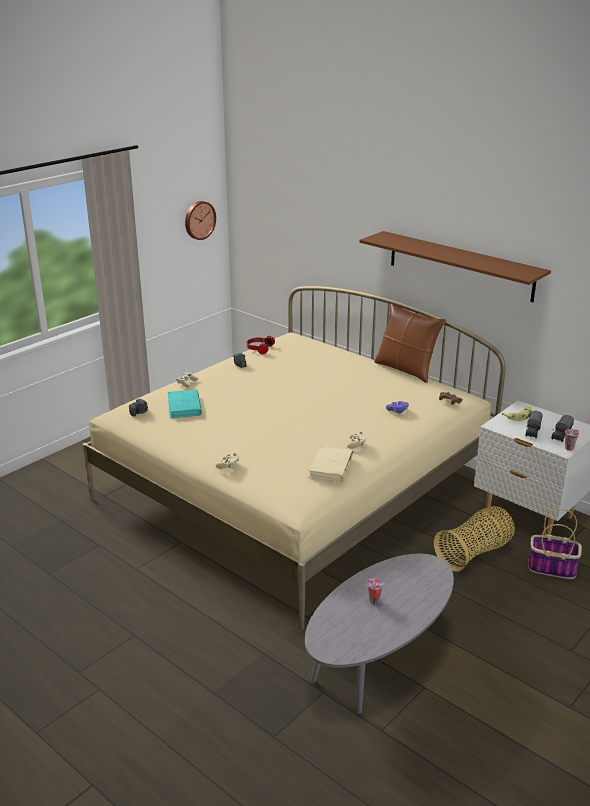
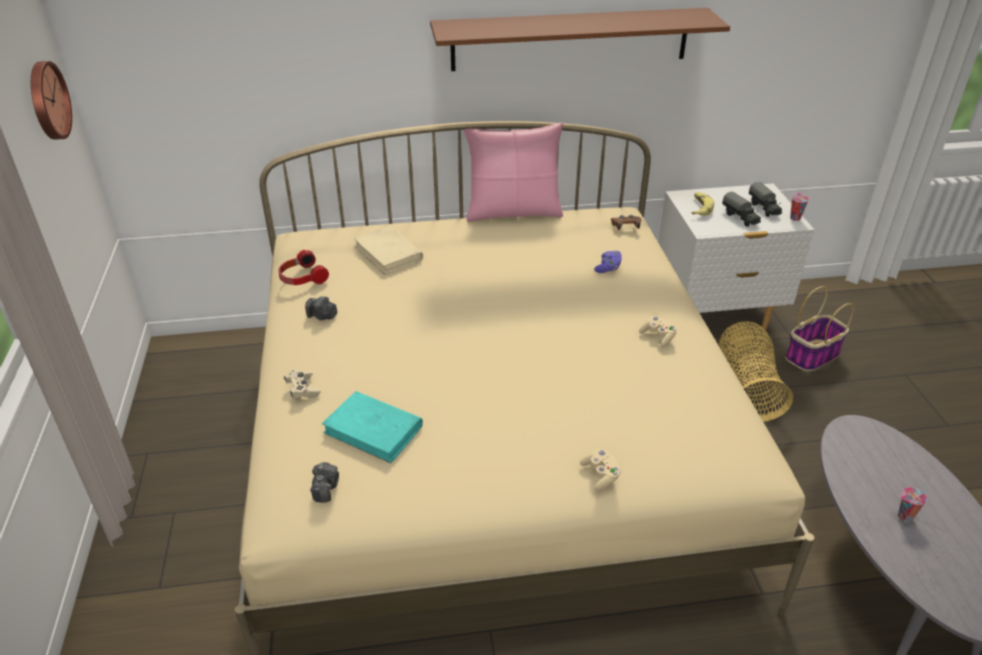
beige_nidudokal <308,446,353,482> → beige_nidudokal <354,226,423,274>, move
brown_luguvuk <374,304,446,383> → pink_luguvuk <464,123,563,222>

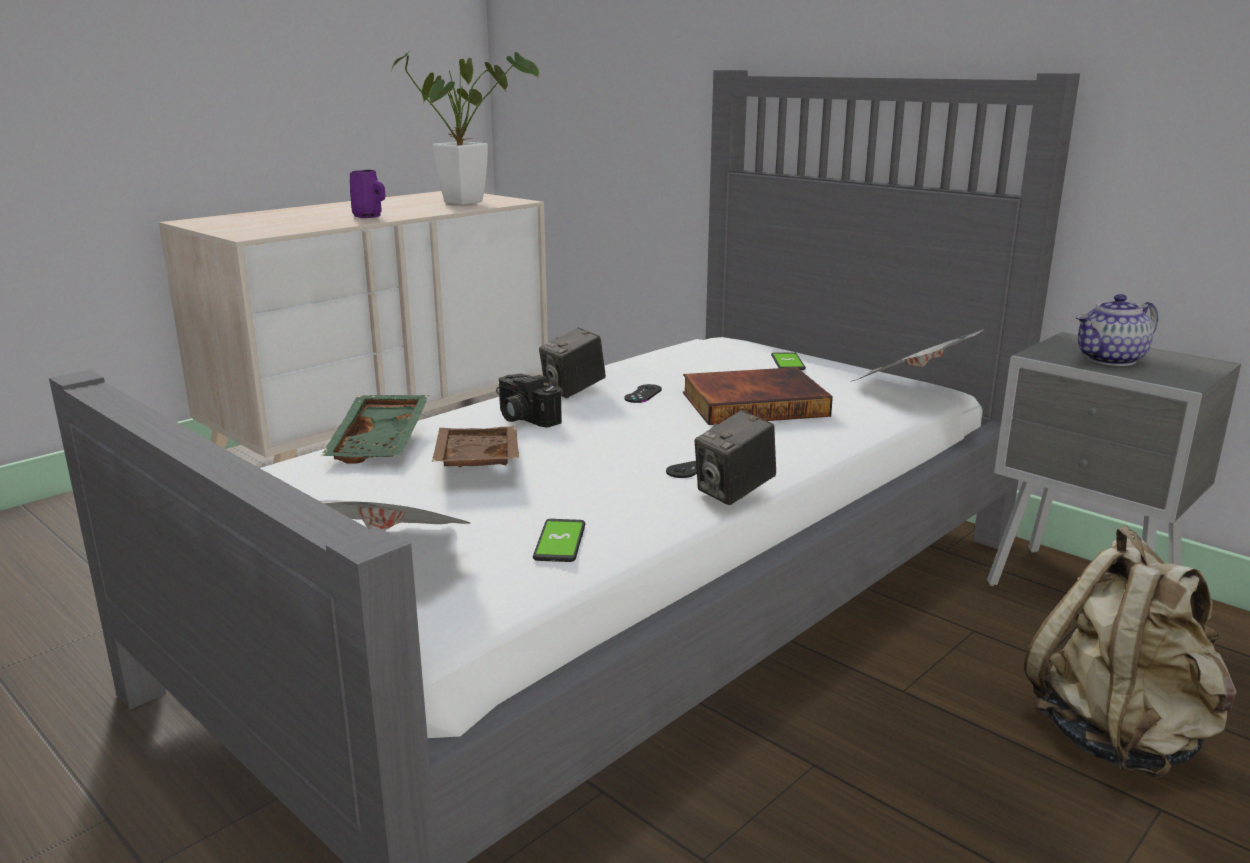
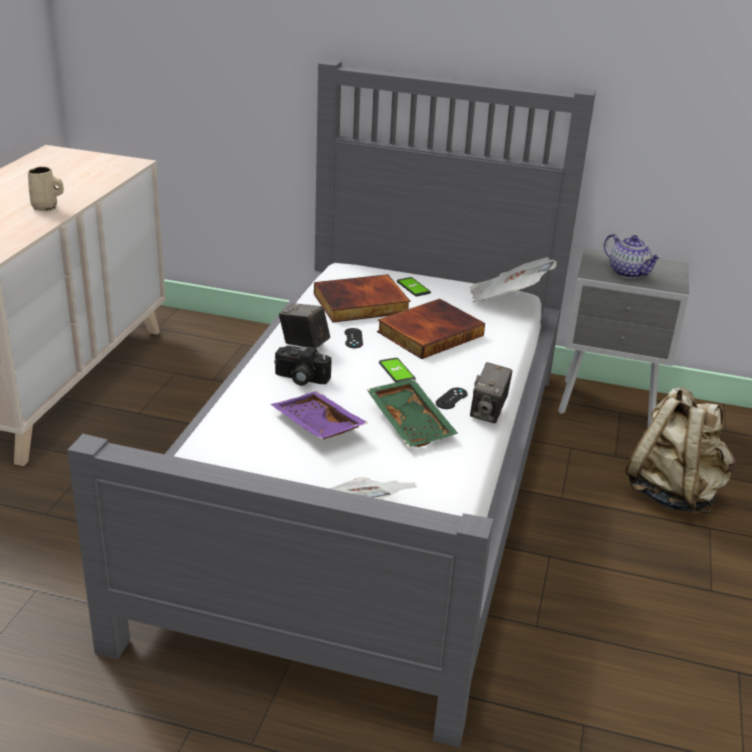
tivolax <390,49,539,205> → -
- → nidudokal <314,274,410,322>
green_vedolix <321,395,429,464> → green_vedolix <366,378,458,447>, move
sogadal <533,519,585,562> → sogadal <379,358,416,383>, move
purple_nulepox <350,170,385,218> → beige_nulepox <28,166,64,211>
brown_vedolix <432,427,519,467> → purple_vedolix <271,391,368,439>
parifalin <539,327,606,398> → parifalin <279,303,330,348>, 105 degrees clockwise
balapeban <1076,294,1158,366> → balapeban <604,234,662,278>, 75 degrees counterclockwise

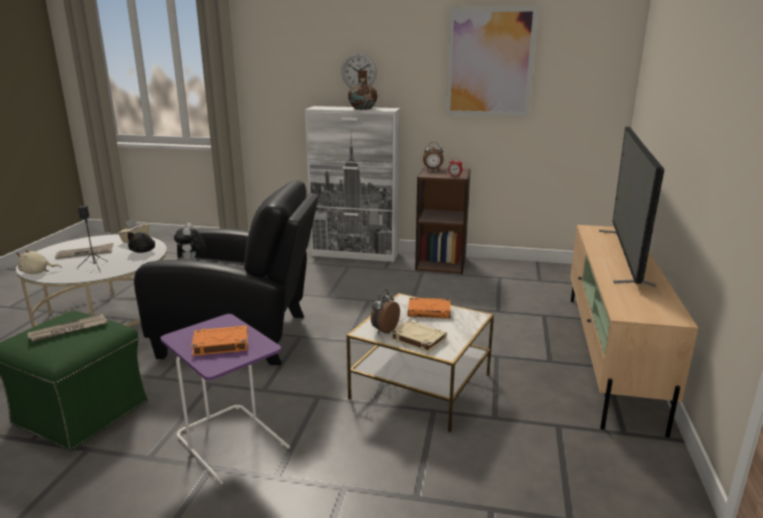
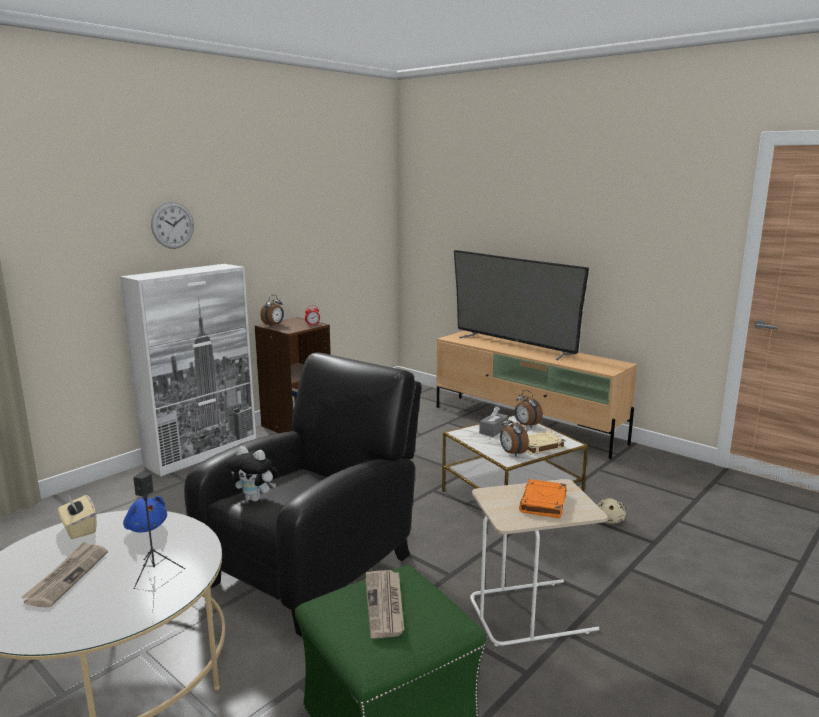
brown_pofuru <348,70,377,110> → -
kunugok <446,6,538,117> → -
- → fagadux <515,390,543,428>
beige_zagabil <16,248,61,274> → beige_zagabil <597,498,626,524>, move
orange_nidudokal <408,297,451,319> → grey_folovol <479,406,508,437>
black_zagabil <128,232,155,253> → blue_zagabil <123,496,167,532>
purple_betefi <160,314,290,485> → beige_betefi <470,479,607,646>

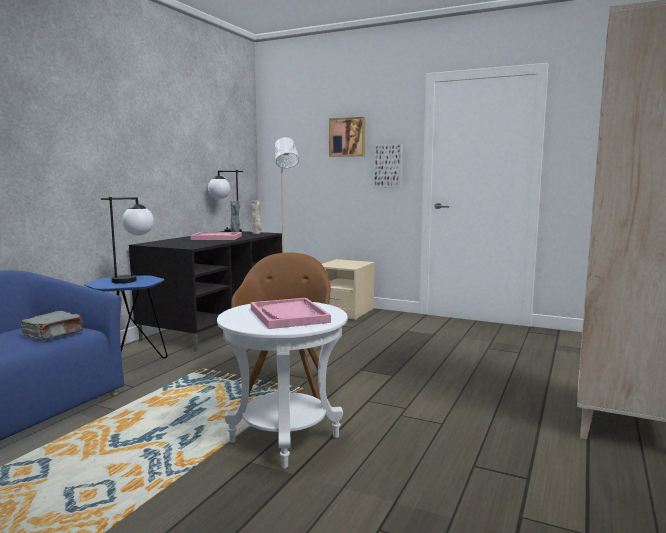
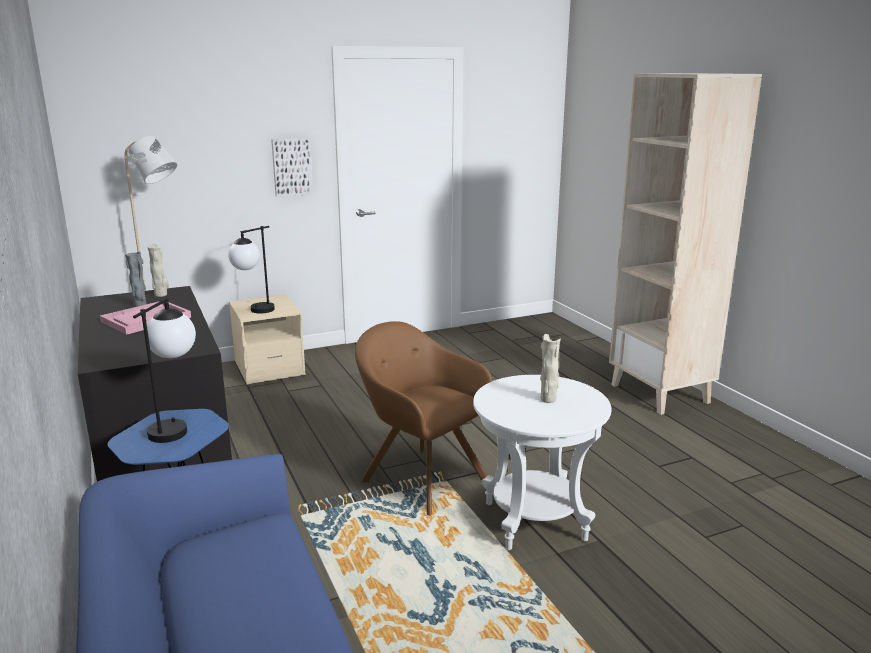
grey_nidudokal <20,311,83,340> → -
kunugok <329,117,365,157> → -
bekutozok <208,170,243,232> → bekutozok <228,226,275,314>, move
pink_vedolix <251,298,331,329> → beige_pofuru <540,334,561,403>

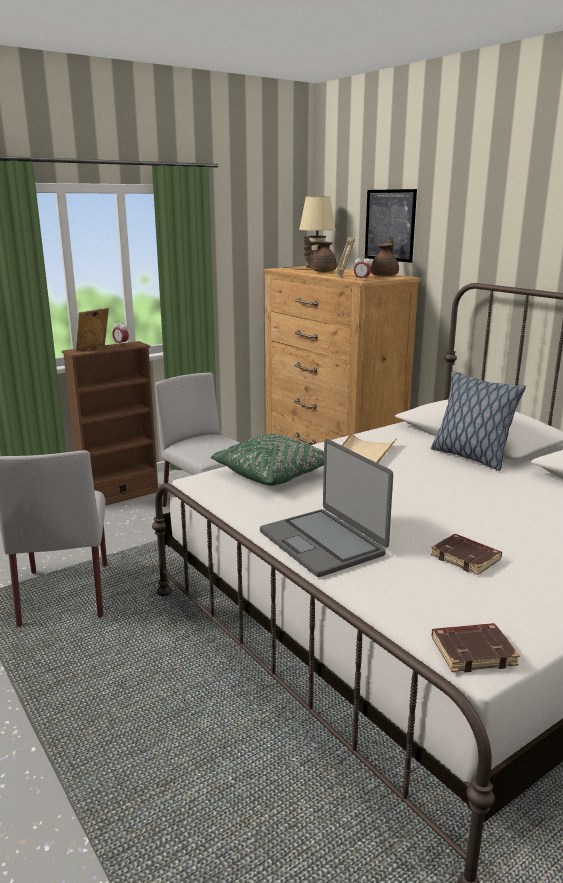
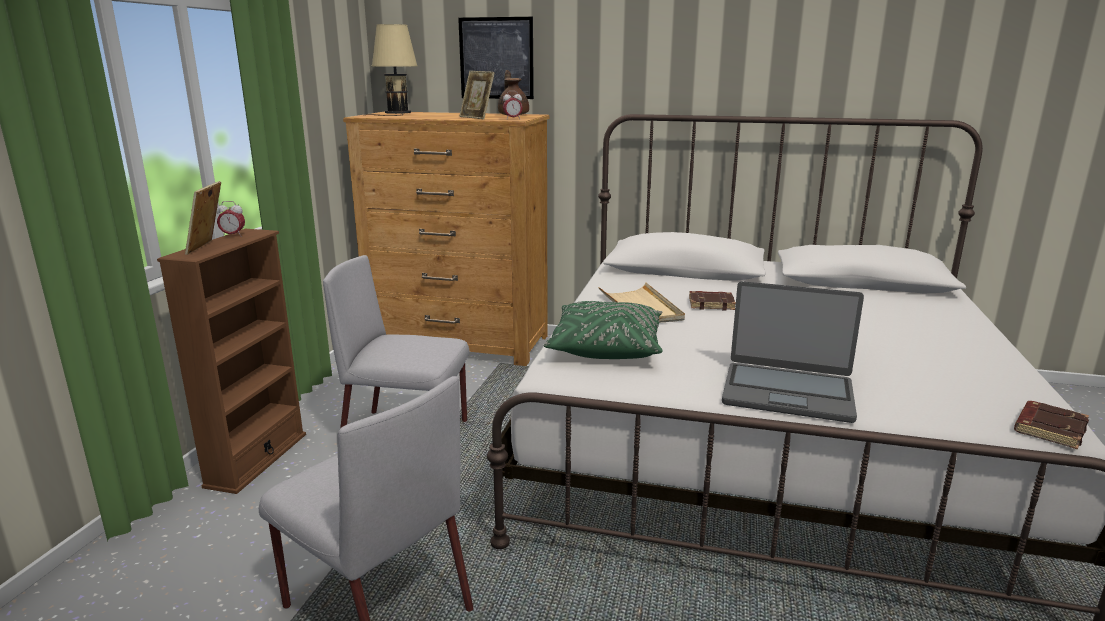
brown_balapeban <304,235,337,272> → -
luguvuk <431,371,526,471> → -
brown_nidudokal <431,534,502,575> → brown_nidudokal <689,291,736,310>, move

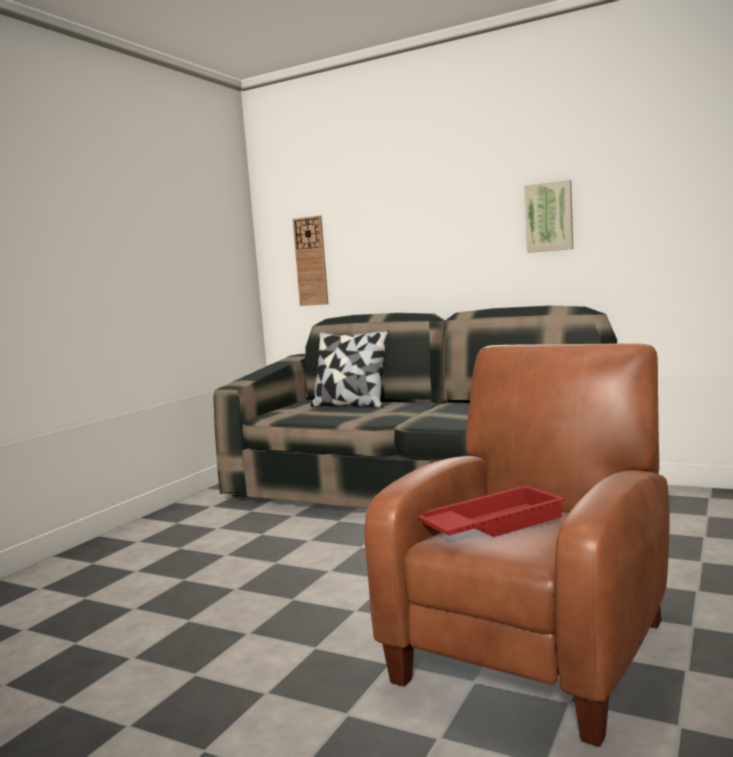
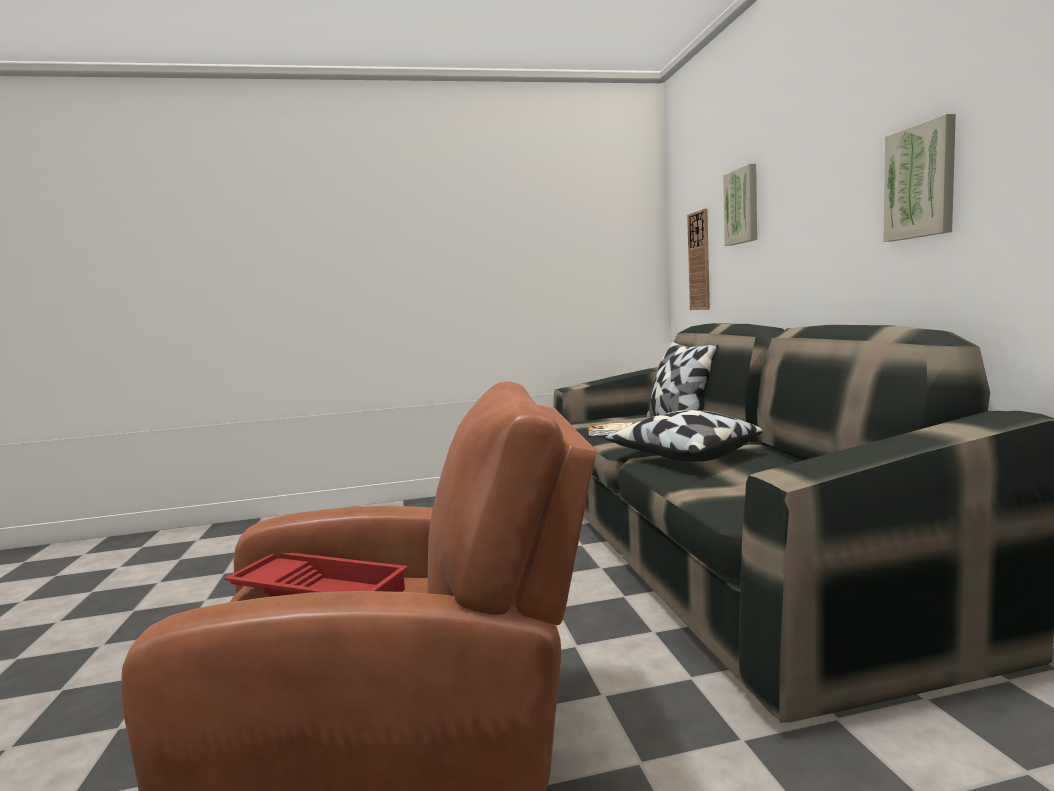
- → nidudokal <588,423,632,436>
- → luguvuk <605,410,763,462>
- → kunugok <723,164,757,246>

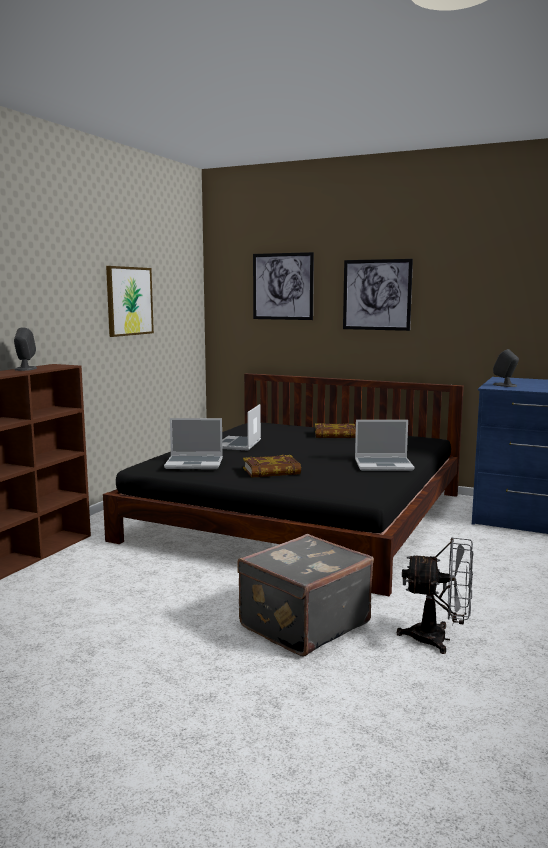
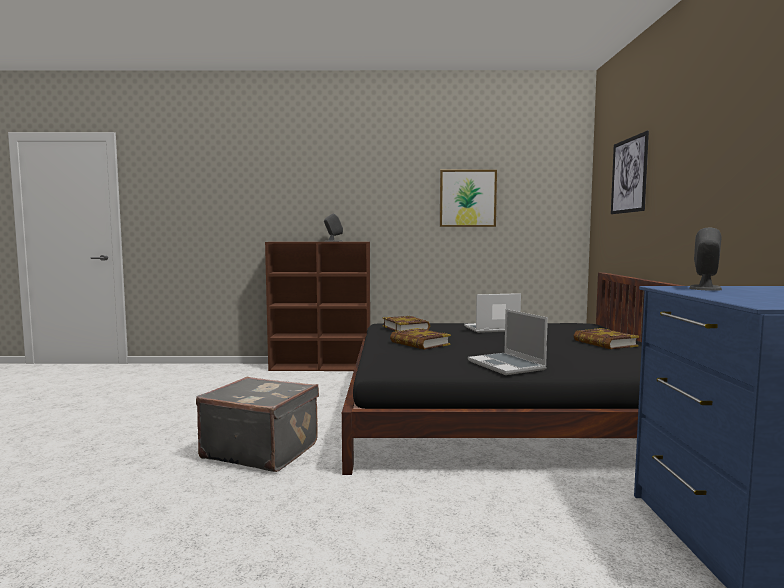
kunugok <343,259,413,331> → -
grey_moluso <397,537,473,654> → -
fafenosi <164,418,223,469> → nidudokal <382,316,430,331>

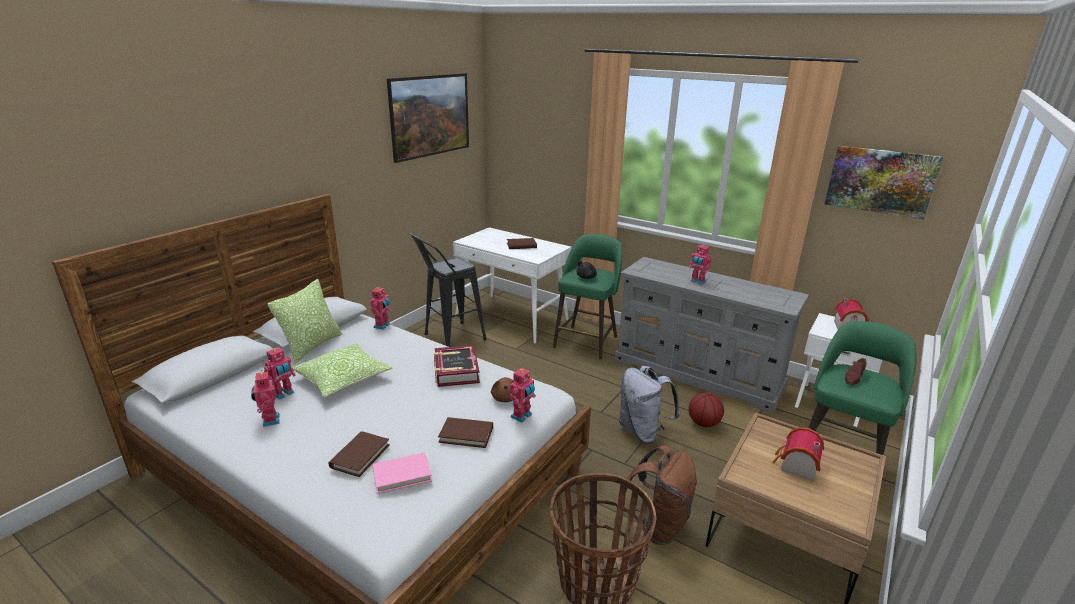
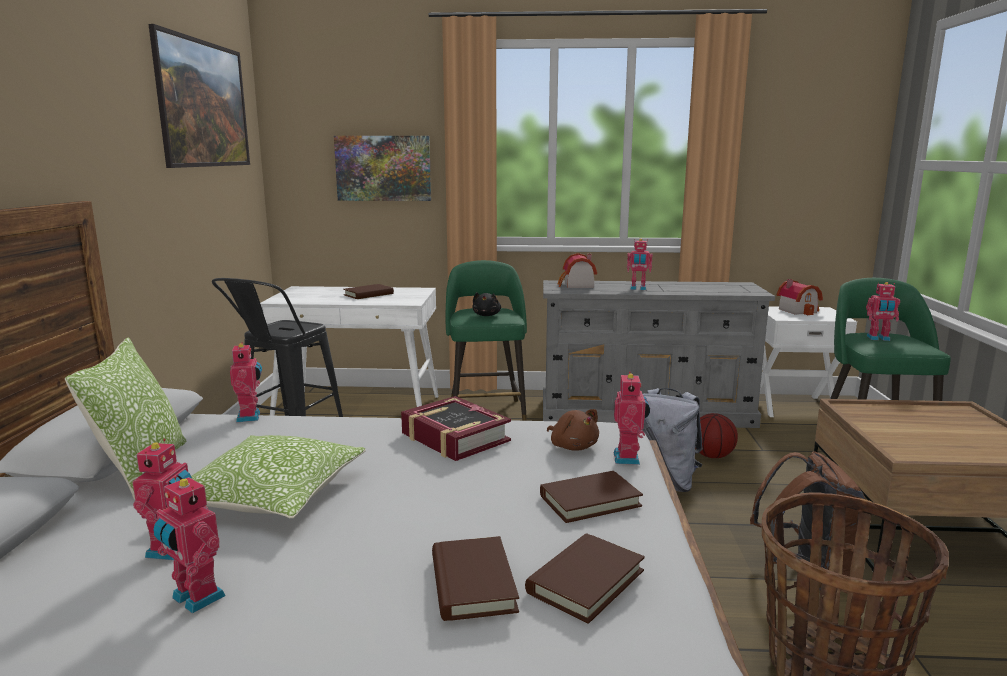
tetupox <772,427,824,481> → tetupox <558,253,597,288>, move
kunugok <825,145,943,219> → kunugok <334,136,431,201>, move
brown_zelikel <845,358,867,385> → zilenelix <866,282,900,341>
pink_nidudokal <372,453,432,494> → brown_nidudokal <525,533,645,624>

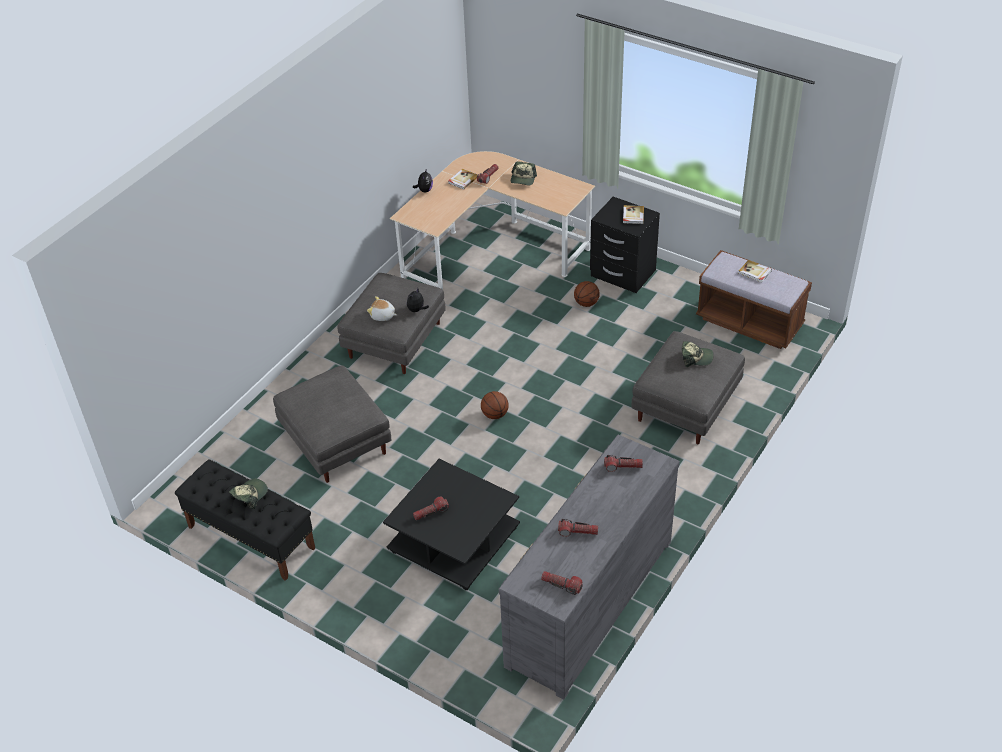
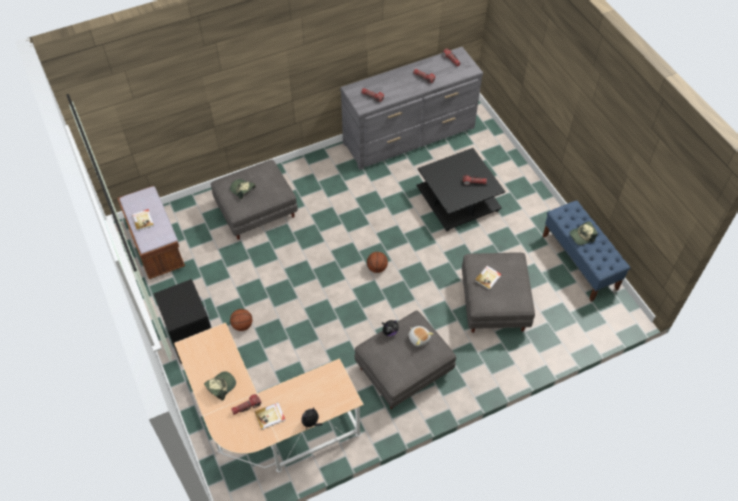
nidudokal <623,205,644,224> → nidudokal <475,266,501,290>, move
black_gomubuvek <175,459,315,581> → blue_gomubuvek <543,200,630,302>

